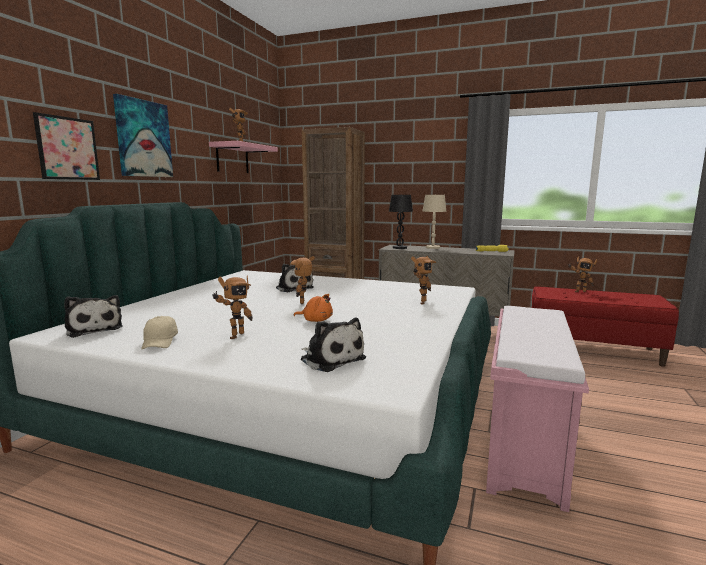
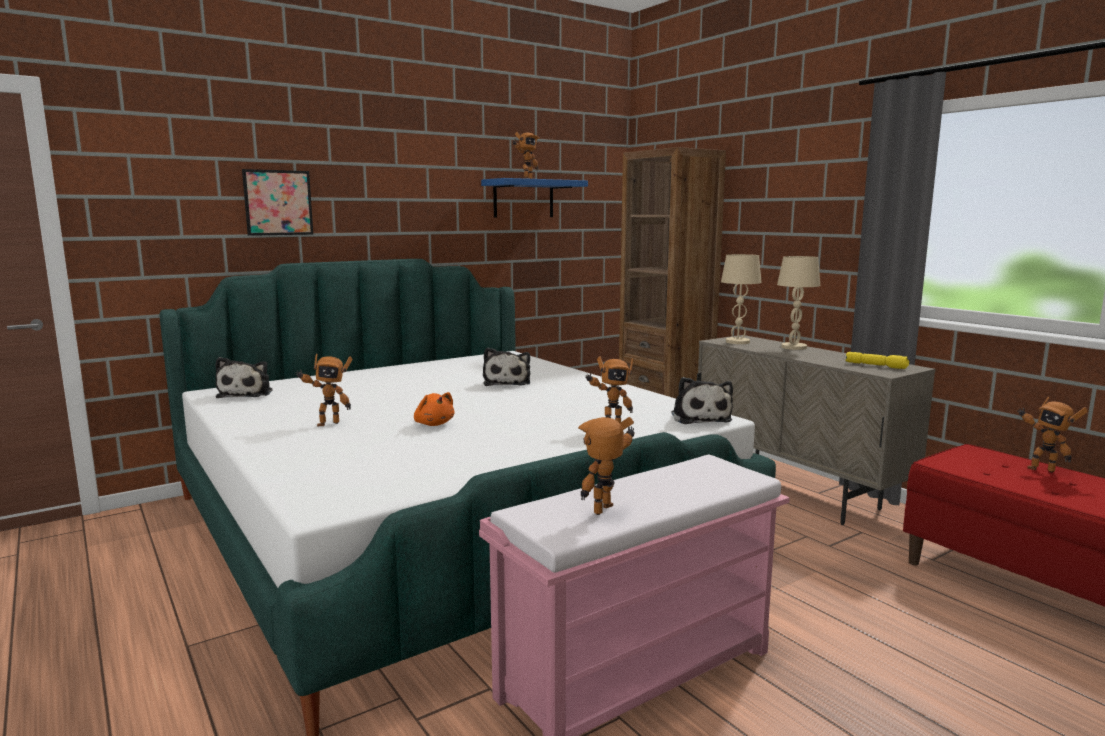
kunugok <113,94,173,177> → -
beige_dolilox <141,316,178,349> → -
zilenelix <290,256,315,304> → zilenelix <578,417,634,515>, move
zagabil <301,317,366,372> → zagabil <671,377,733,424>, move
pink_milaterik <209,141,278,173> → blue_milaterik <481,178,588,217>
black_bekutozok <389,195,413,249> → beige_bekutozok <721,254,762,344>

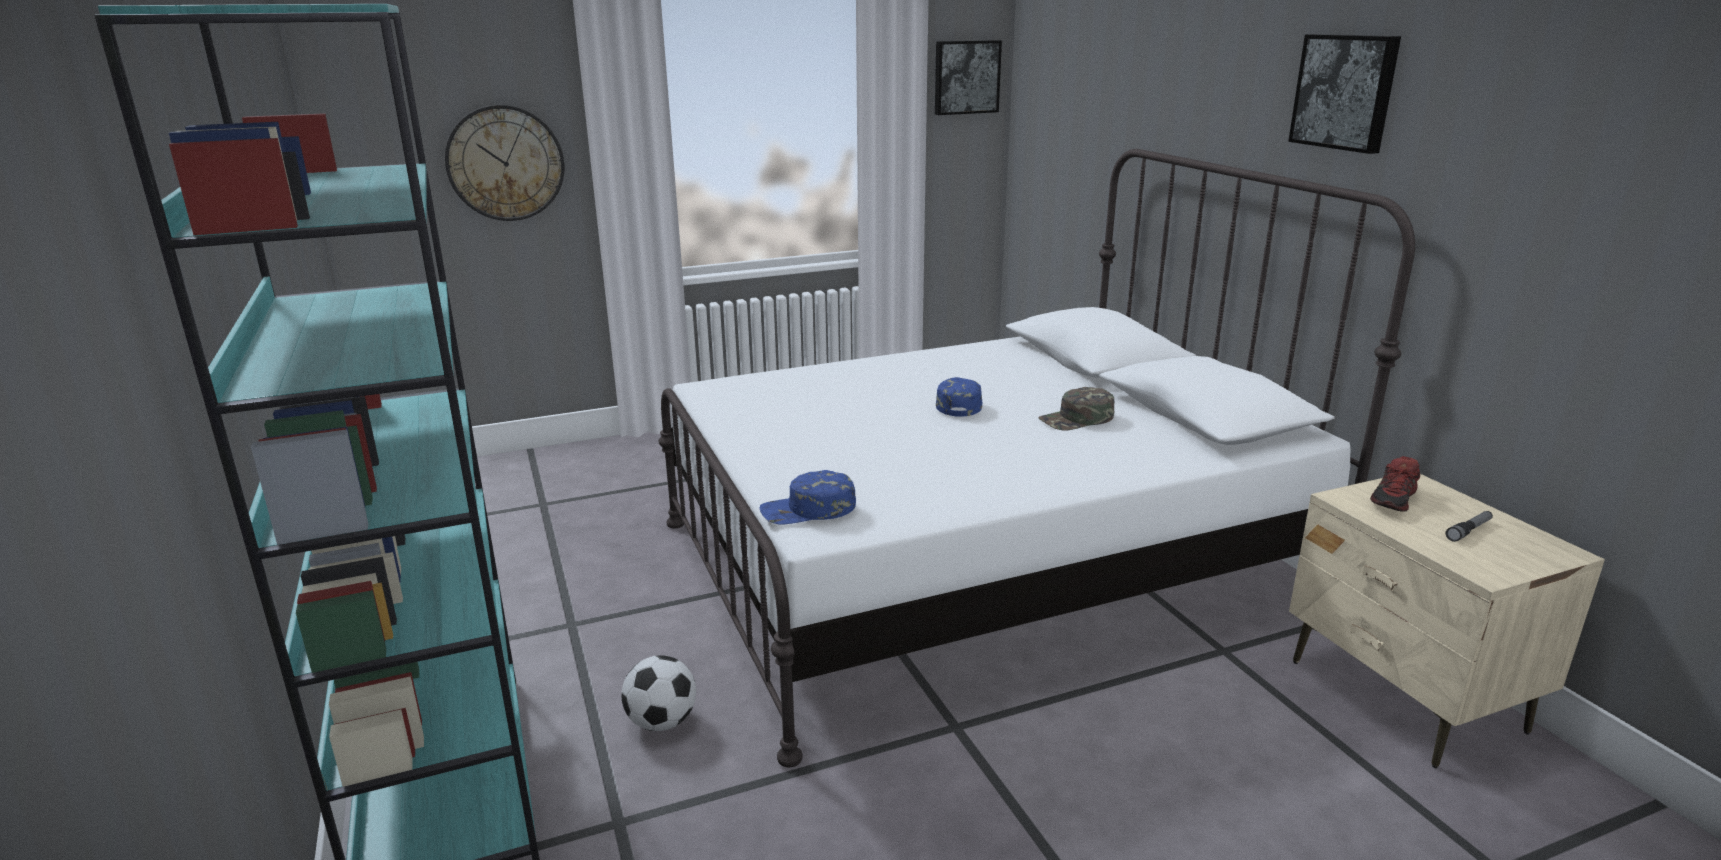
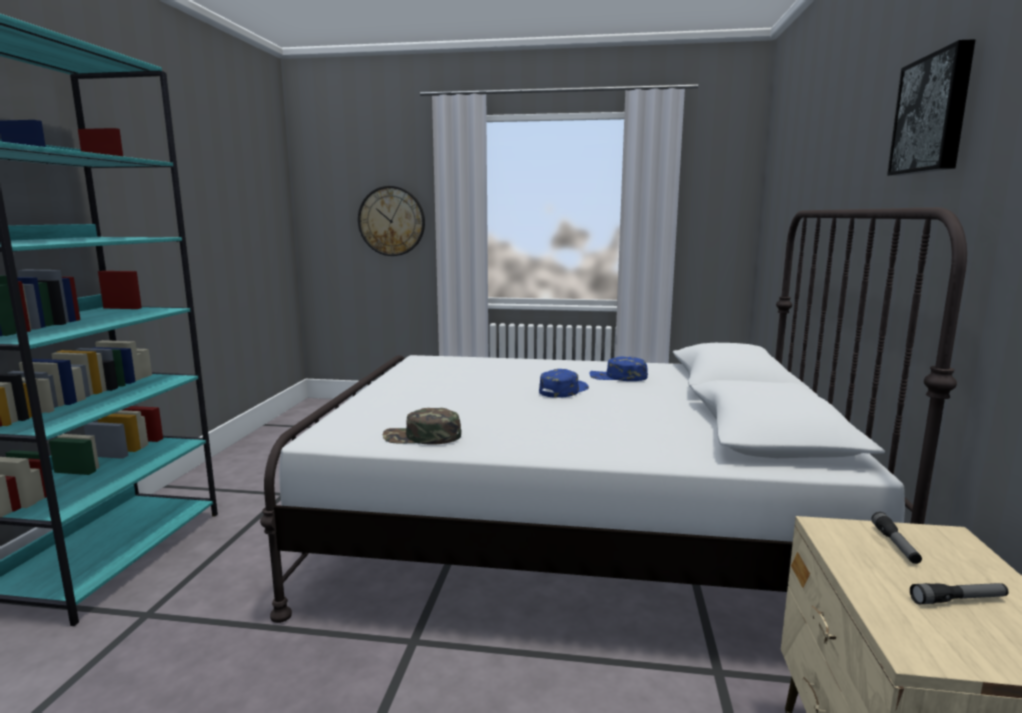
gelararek <621,655,696,731> → -
kunugok <935,40,1002,115> → -
blue_dolilox <760,470,856,524> → blue_dolilox <589,357,648,381>, move
green_dolilox <1038,387,1114,431> → green_dolilox <383,408,461,445>, move
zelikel <1370,456,1420,512> → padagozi <871,512,922,564>

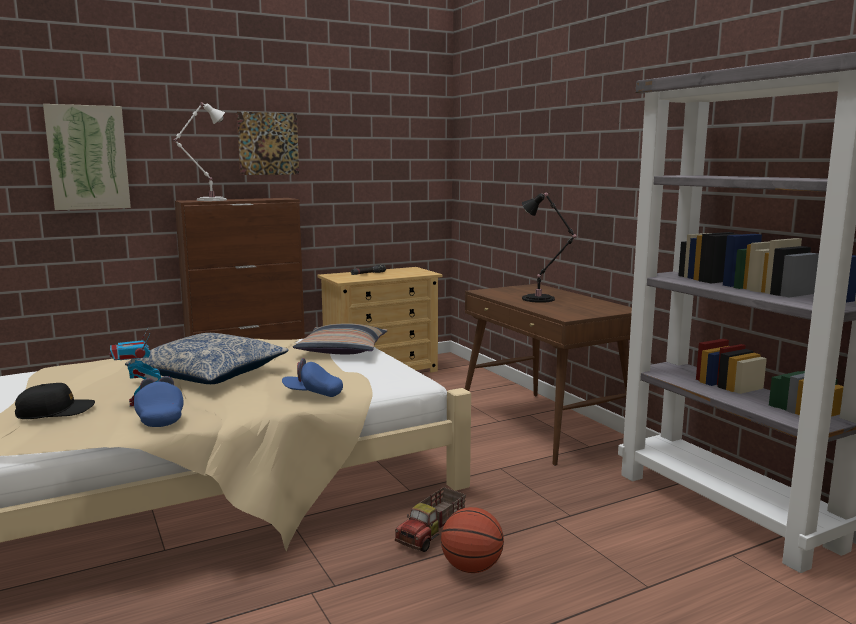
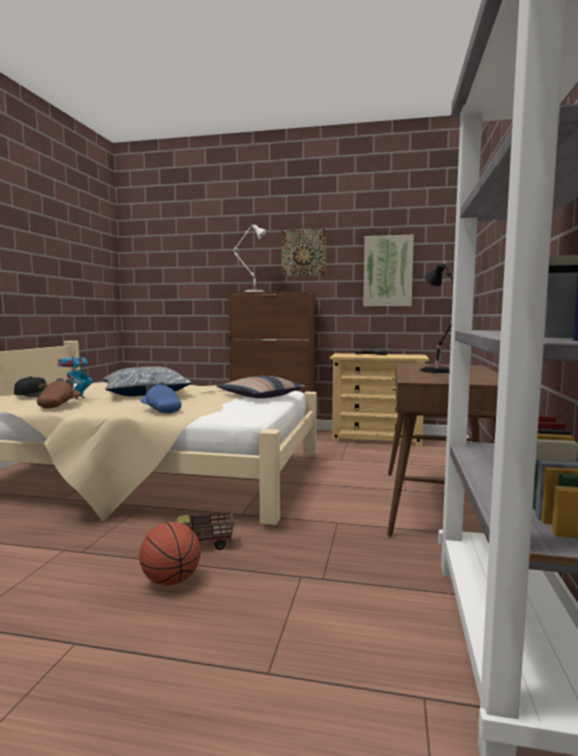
kunugok <43,104,131,210> → kunugok <363,234,414,306>, move
blue_dolilox <134,376,183,427> → brown_dolilox <37,378,80,408>

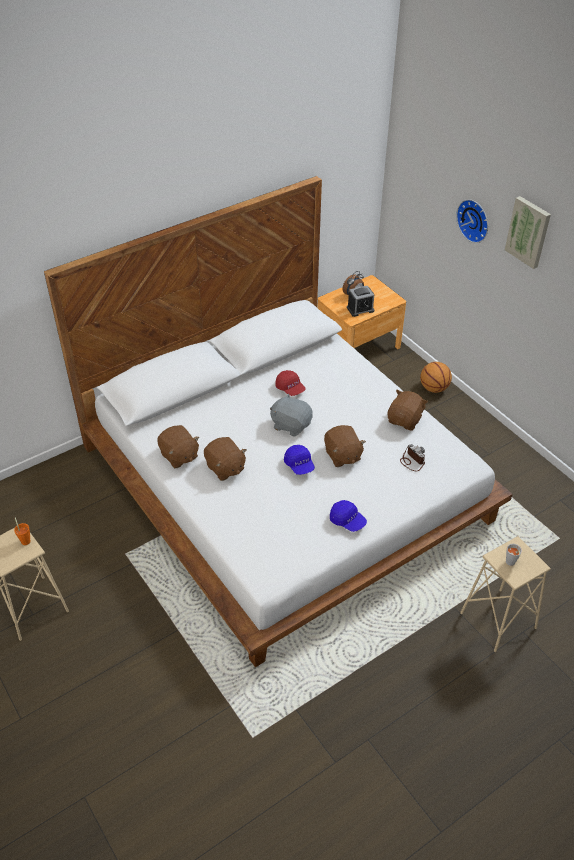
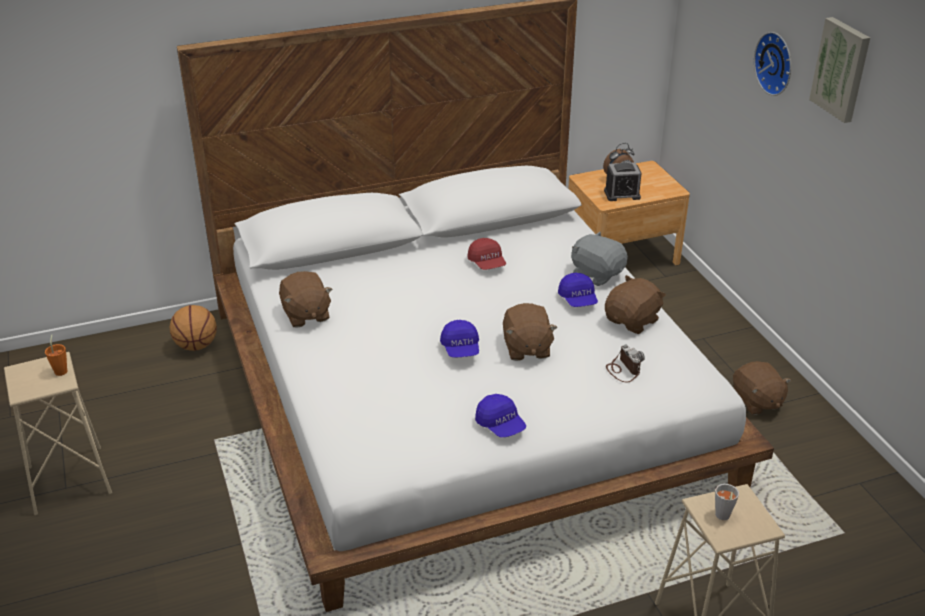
- → blue_dolilox <558,273,598,307>
brown_zagabil <204,437,246,481> → brown_zagabil <733,361,791,415>, move
grey_zagabil <270,393,313,436> → grey_zagabil <571,232,628,286>, move
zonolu <420,362,452,393> → zonolu <169,305,217,351>, move

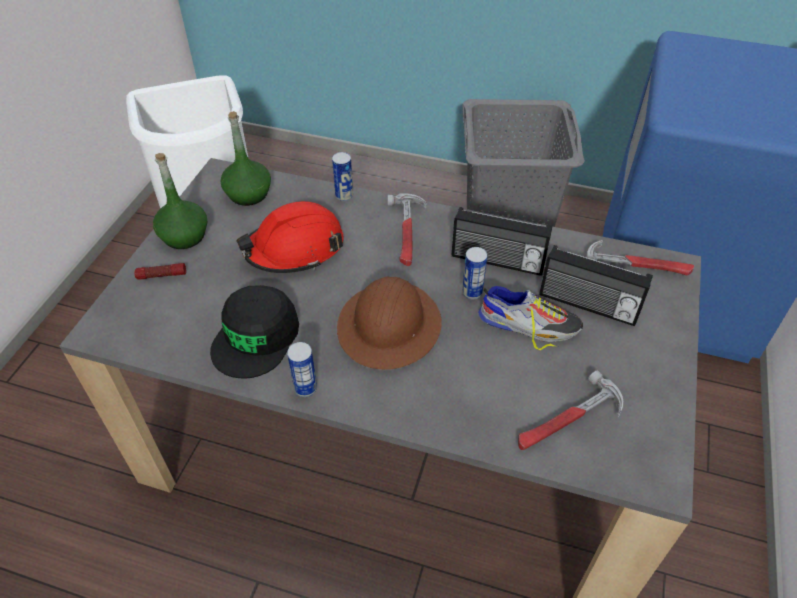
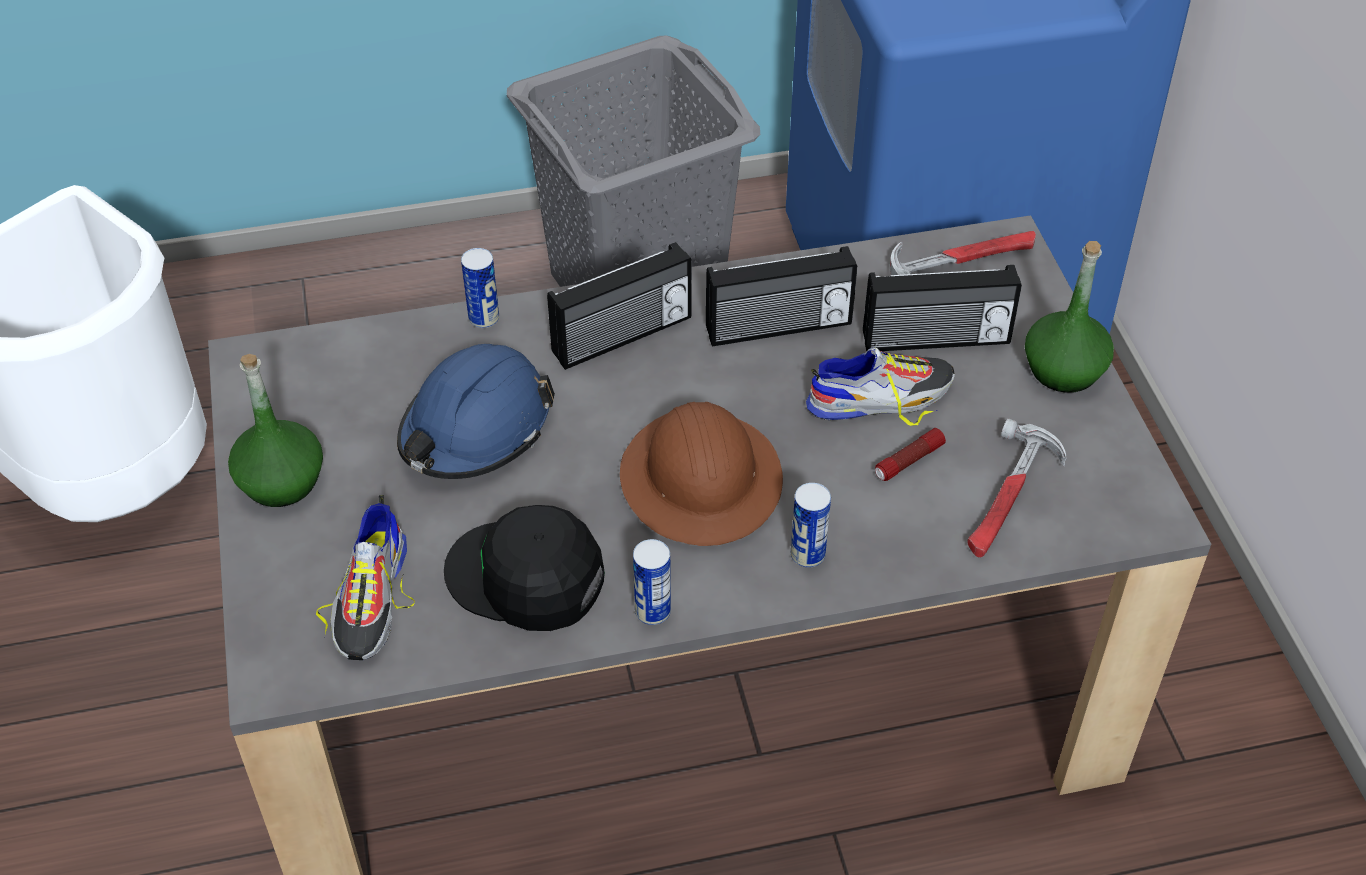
- → zelikel <316,495,415,660>
padagozi <134,263,186,280> → padagozi <875,428,946,481>, move
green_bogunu <220,111,271,206> → green_bogunu <1025,241,1114,393>, move
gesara <462,247,488,300> → gesara <791,483,831,567>, move
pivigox <388,194,427,266> → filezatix <547,242,692,370>
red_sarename <236,201,343,273> → blue_sarename <397,344,555,479>
black_dolilox <210,285,299,378> → black_dolilox <444,505,605,631>, 120 degrees clockwise

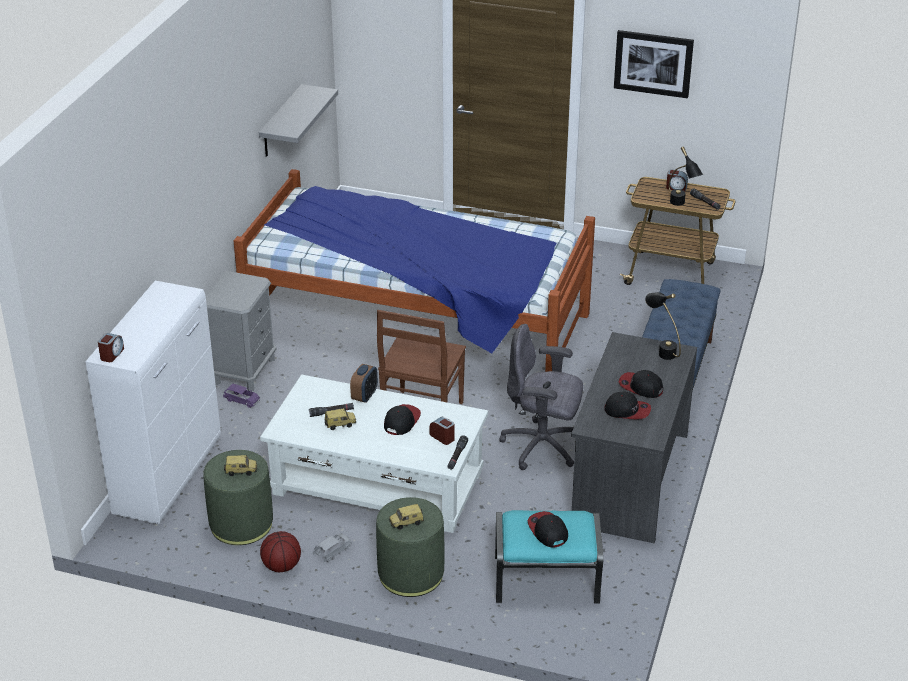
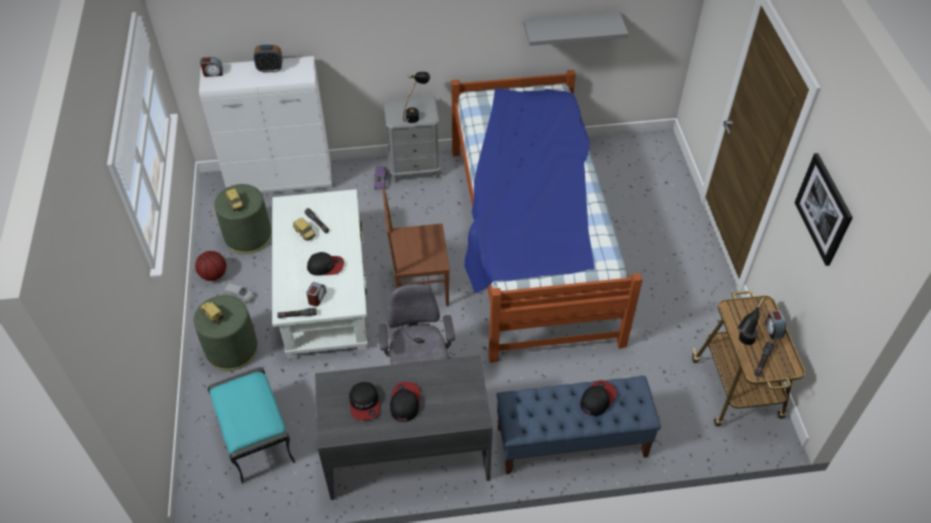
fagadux <350,364,378,403> → fagadux <254,45,283,73>, move
dolilox <528,511,568,547> → dolilox <580,380,617,416>, move
black_bekutozok <645,292,681,360> → black_bekutozok <403,72,430,123>, move

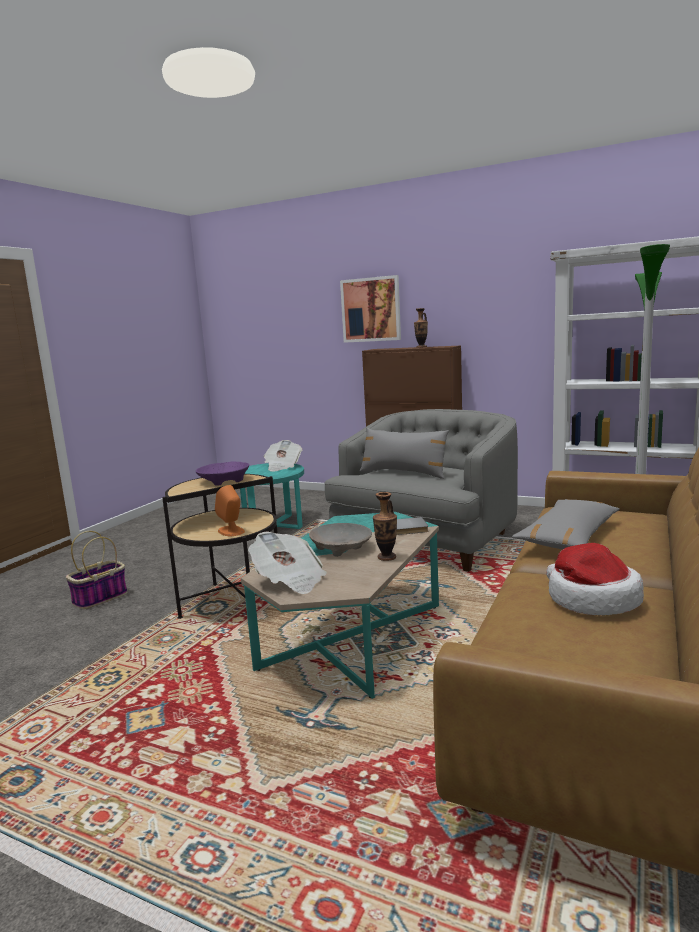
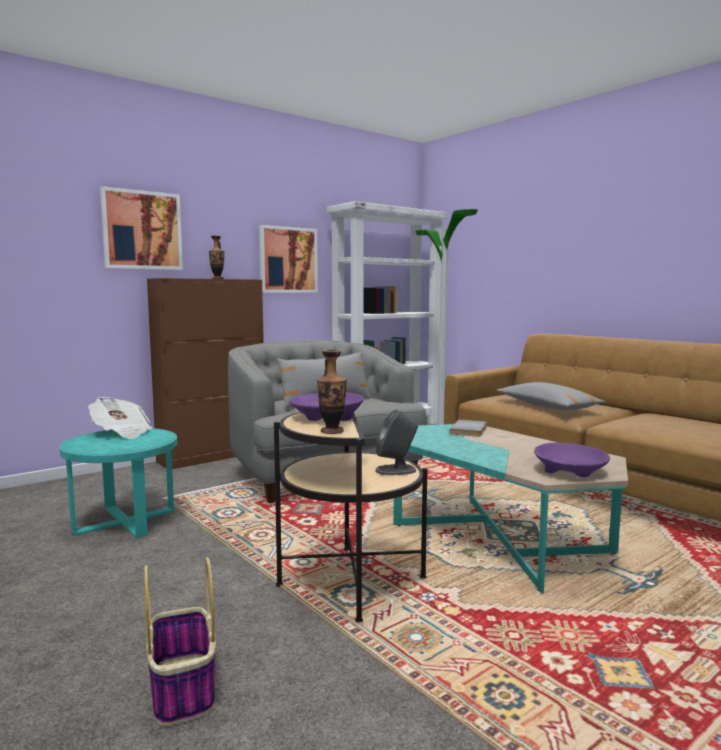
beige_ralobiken <309,523,372,557> → -
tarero <546,543,644,615> → -
- → kunugok <259,225,318,293>
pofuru <373,492,397,561> → pofuru <317,350,347,434>, move
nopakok <248,532,327,594> → purple_ralobiken <534,443,610,477>
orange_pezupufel <215,485,245,536> → grey_pezupufel <375,409,418,475>

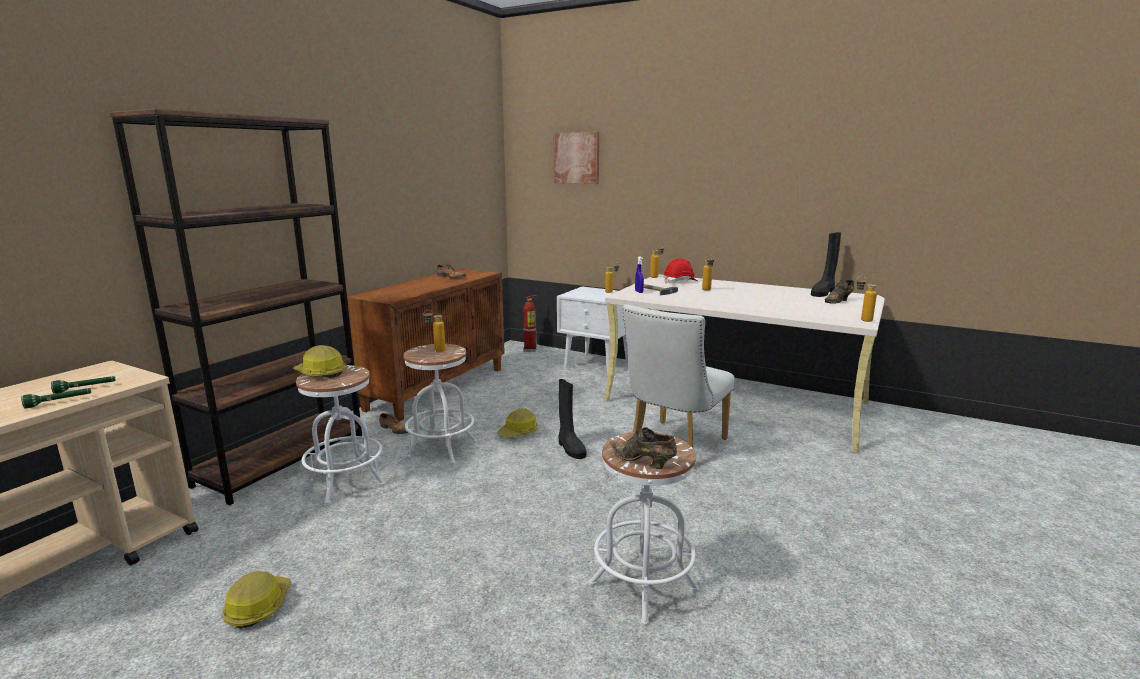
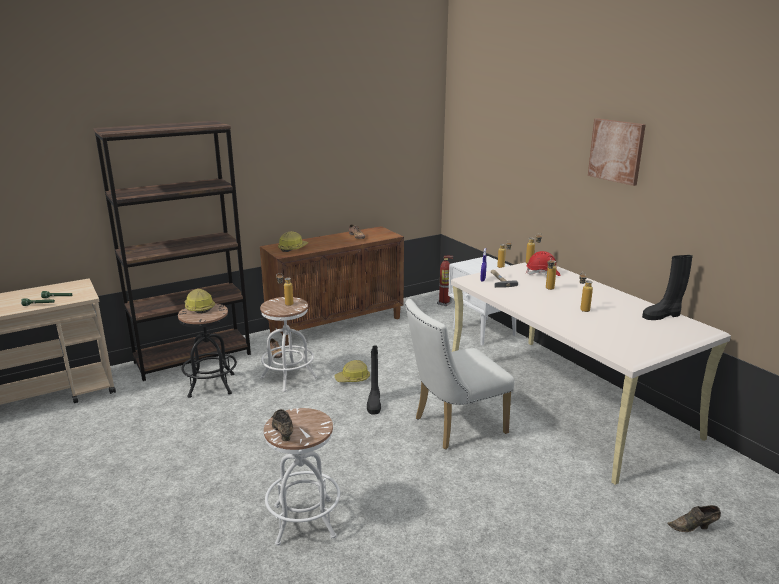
sarename <222,571,291,628> → sarename <278,231,309,252>, move
kunugok <554,132,599,184> → kunugok <588,118,646,186>, move
brown_zelikel <825,280,854,304> → brown_zelikel <668,505,721,532>, move
bogunu <856,276,877,322> → bogunu <579,272,593,312>, move
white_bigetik <296,365,386,505> → black_bigetik <178,303,237,398>

